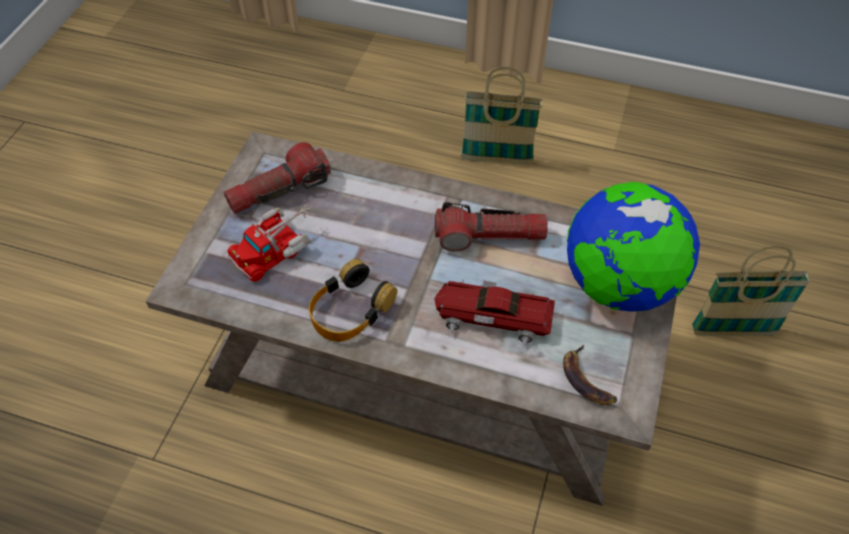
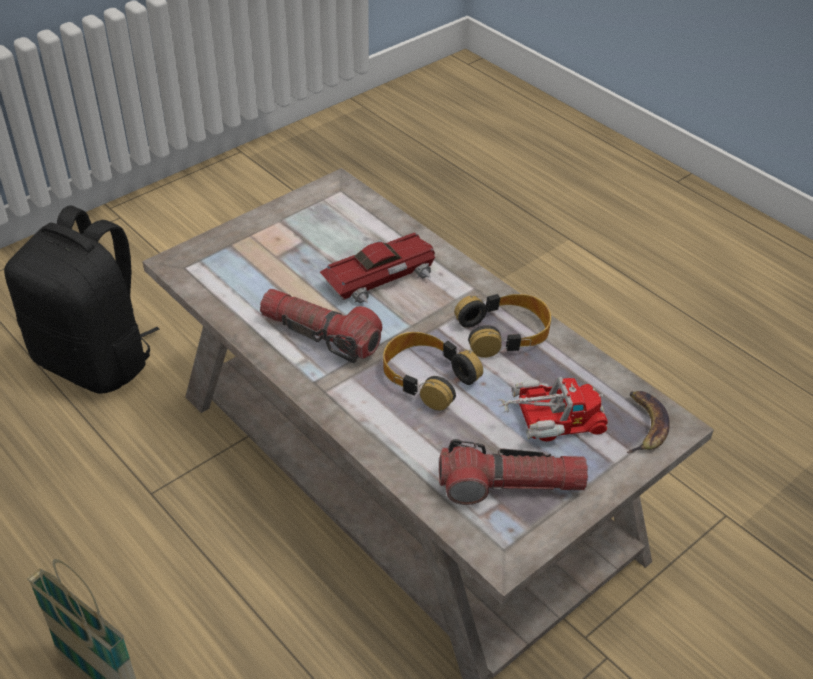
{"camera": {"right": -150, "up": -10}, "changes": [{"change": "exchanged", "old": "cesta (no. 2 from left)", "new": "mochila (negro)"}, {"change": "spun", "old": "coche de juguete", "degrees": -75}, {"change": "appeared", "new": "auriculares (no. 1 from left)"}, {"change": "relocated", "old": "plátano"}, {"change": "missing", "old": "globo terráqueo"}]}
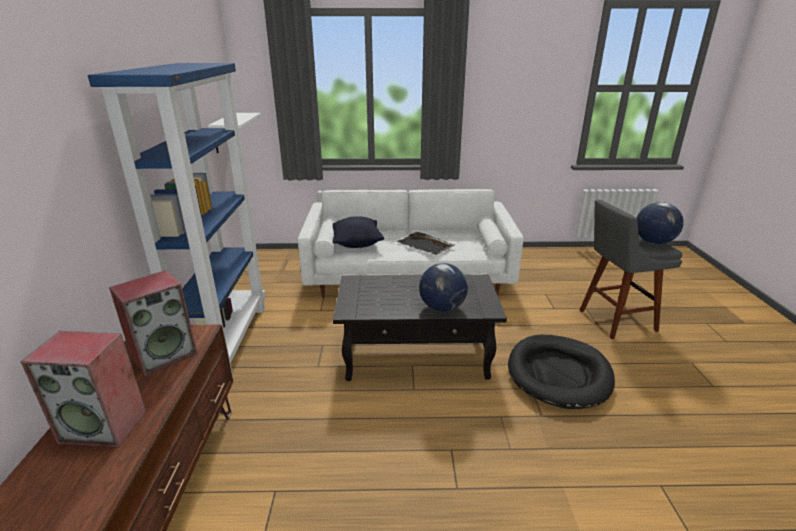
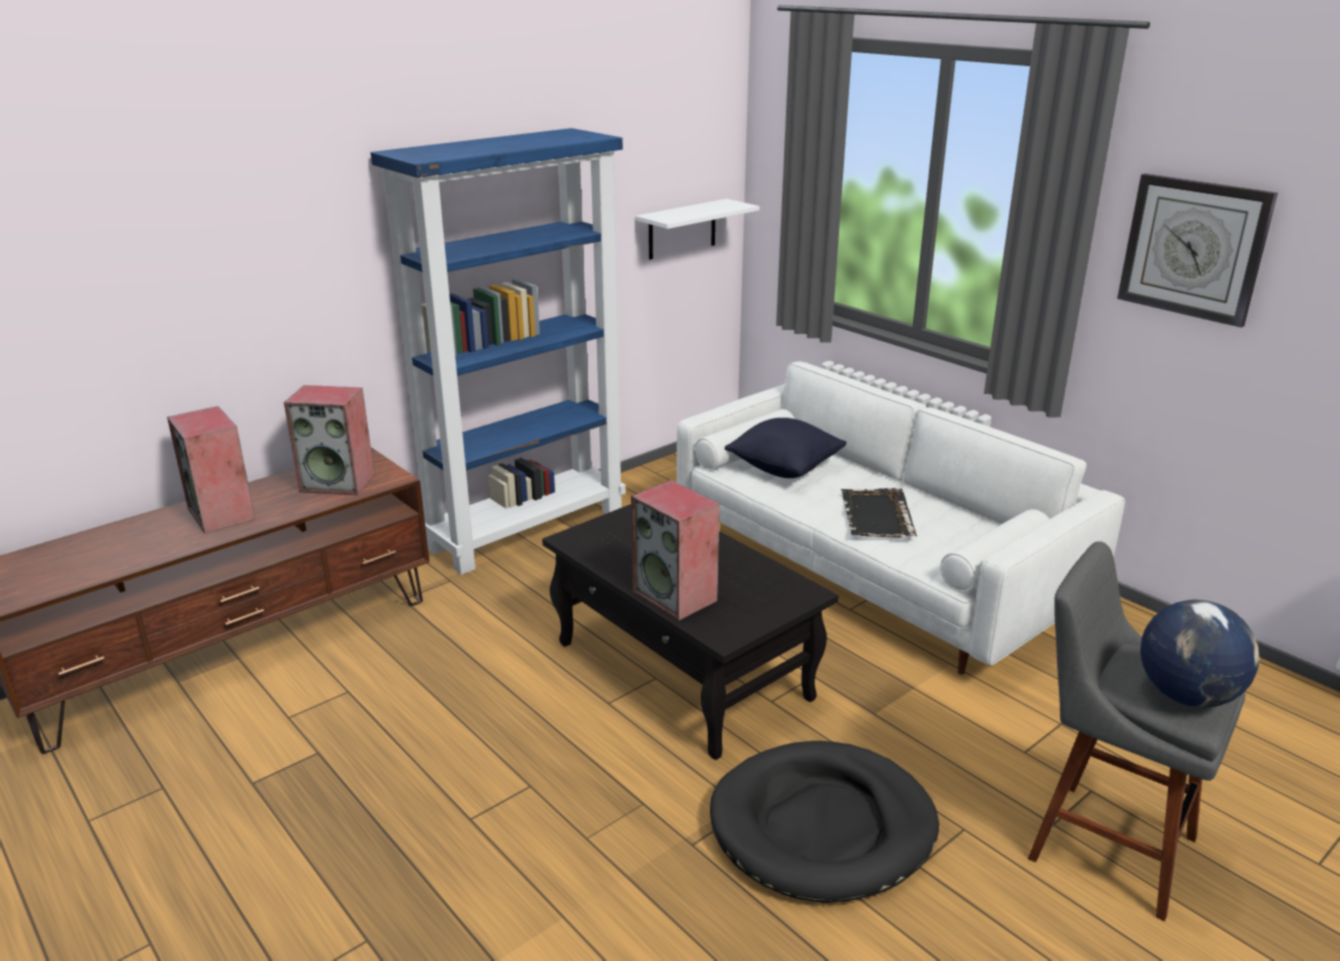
{"camera": {"right": 50, "up": 0}, "changes": [{"change": "exchanged", "old": "globo terráqueo (no. 1 from left)", "new": "altavoz (no. 3 from left)"}, {"change": "appeared", "new": "reloj de pared"}]}
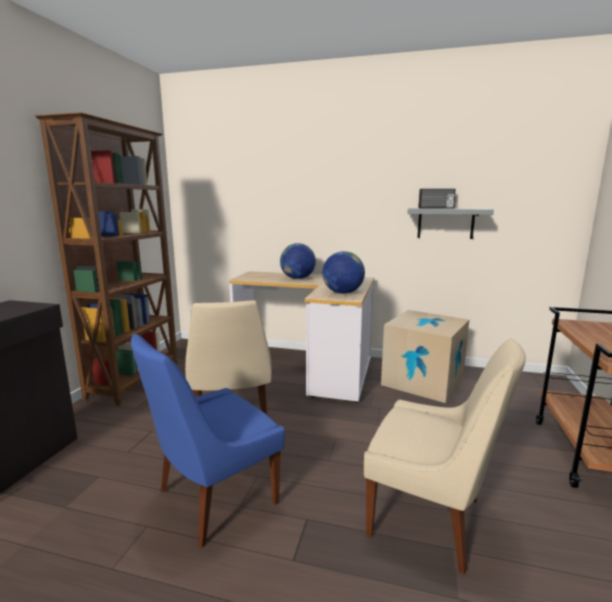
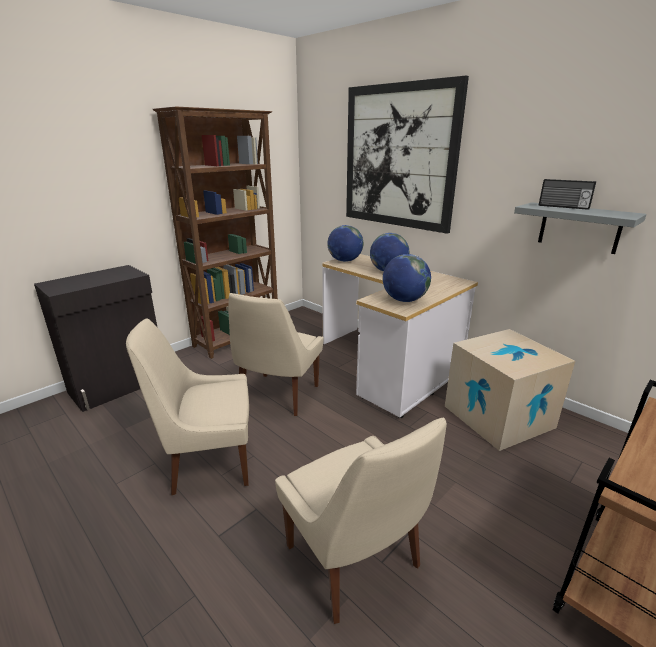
{"camera": {"right": 30, "up": 10}, "changes": [{"change": "colour", "old": "silla (azul)", "new": "silla (beis) (no. 1 from left)"}, {"change": "appeared", "new": "globo terráqueo (no. 1 from left)"}, {"change": "appeared", "new": "cuadro"}]}
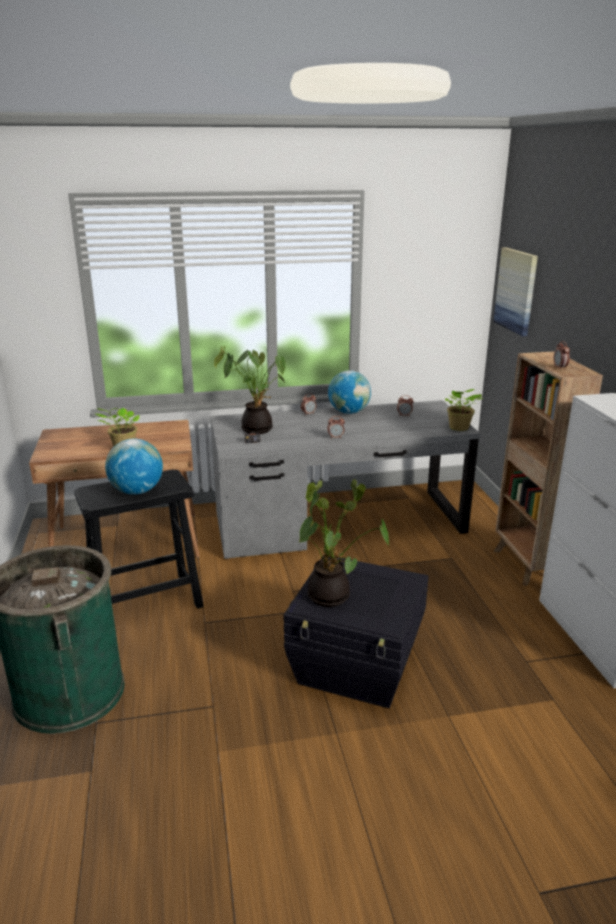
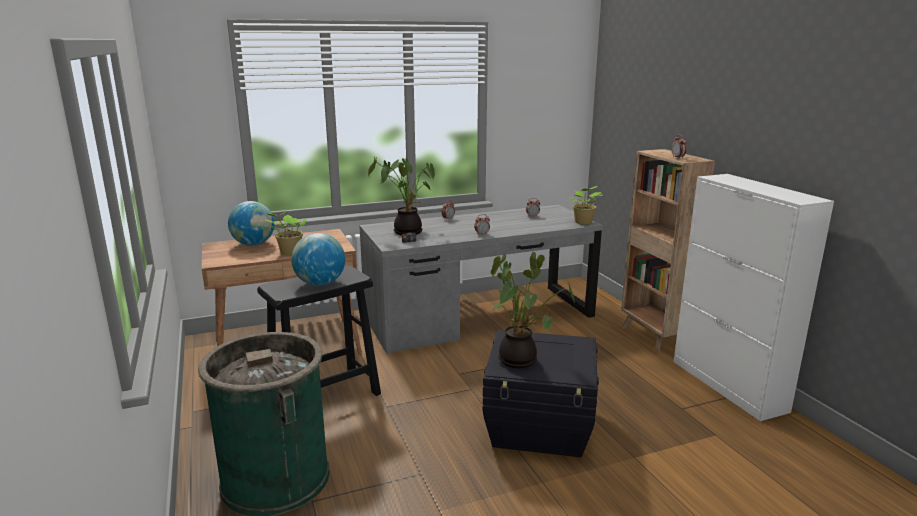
{"camera": {"right": -10, "up": -5}, "changes": [{"change": "relocated", "old": "globo terráqueo (no. 2 from left in the first image)", "new": "globo terráqueo (no. 1 from left)"}, {"change": "missing", "old": "cuadro"}]}
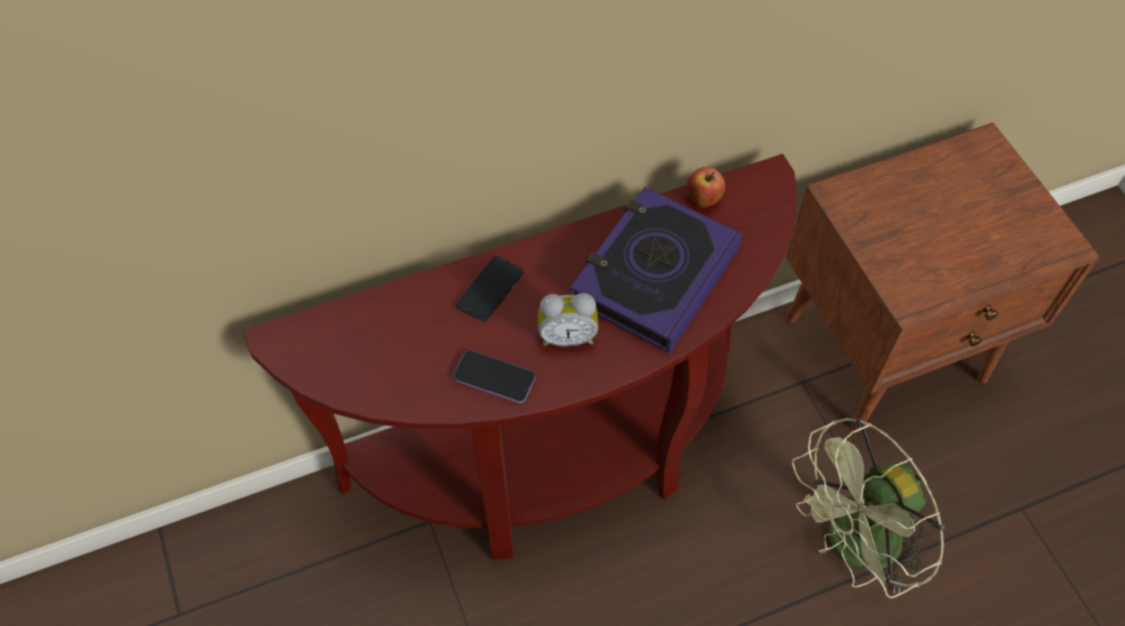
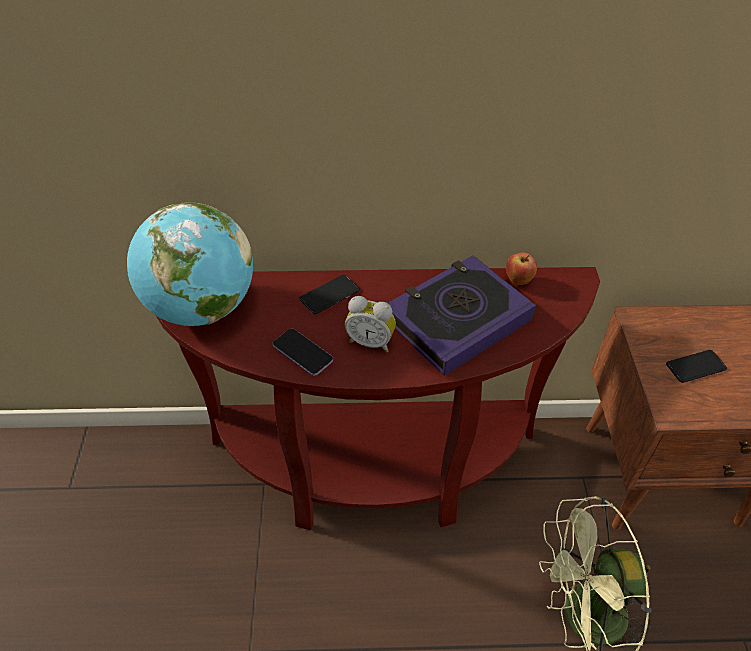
{"camera": {"right": 20, "up": -10}, "changes": [{"change": "appeared", "new": "globo terráqueo"}, {"change": "appeared", "new": "móvil (no. 3 from left)"}]}
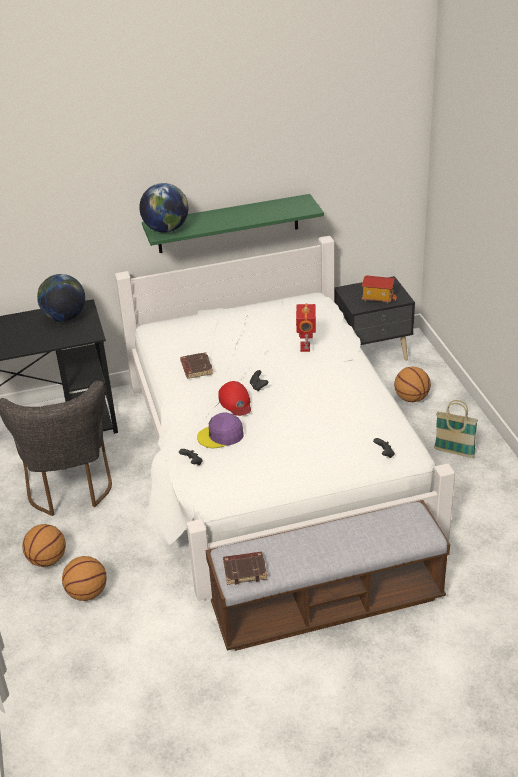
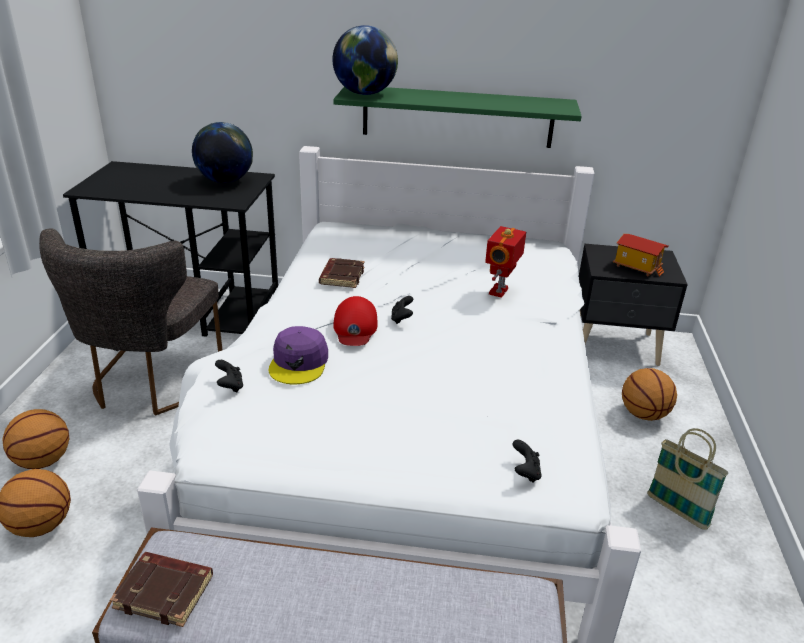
{"camera": {"right": 20, "up": -5}, "changes": [{"change": "spun", "old": "gorra (morado)", "degrees": -90}]}
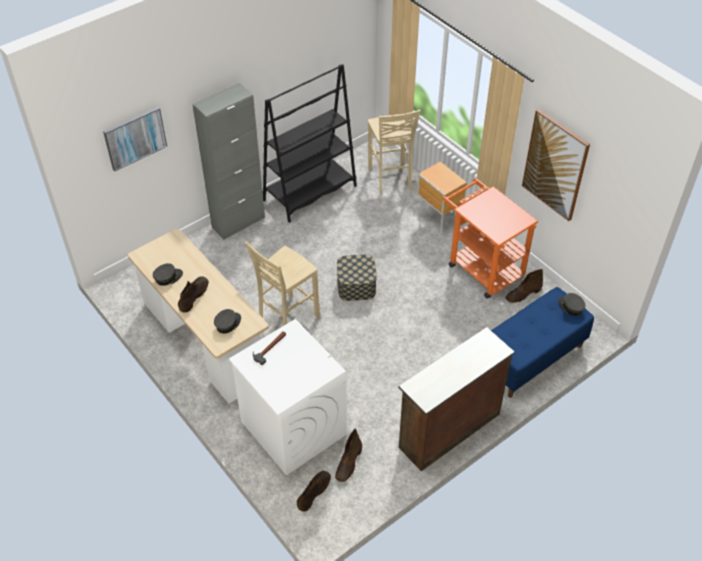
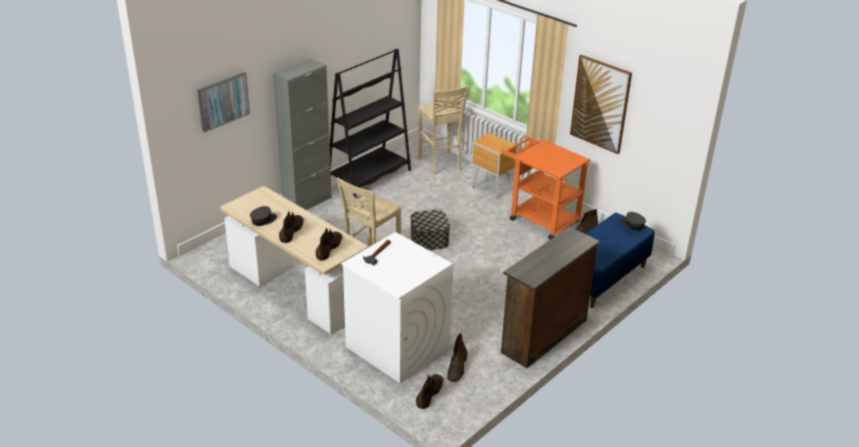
{"camera": {"right": -10, "up": -15}, "changes": [{"change": "exchanged", "old": "gorra (gris) (no. 2 from left)", "new": "bota (marrón) (no. 2 from left)"}]}
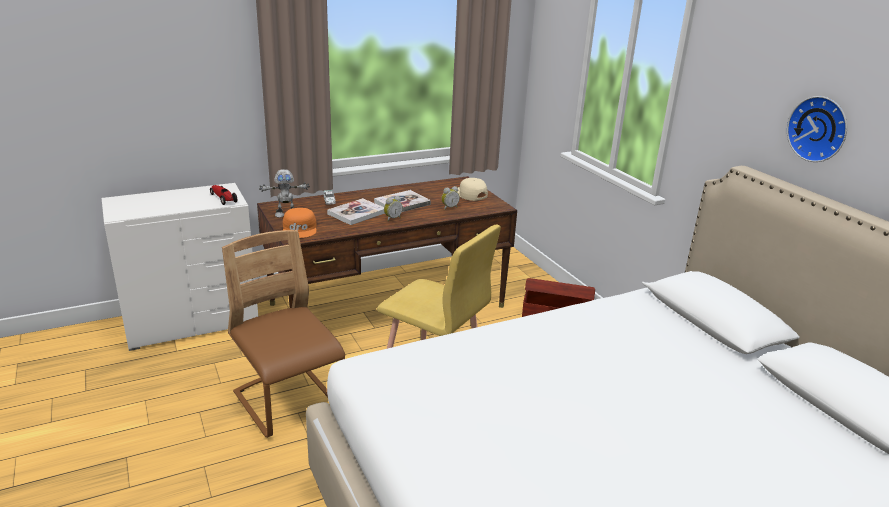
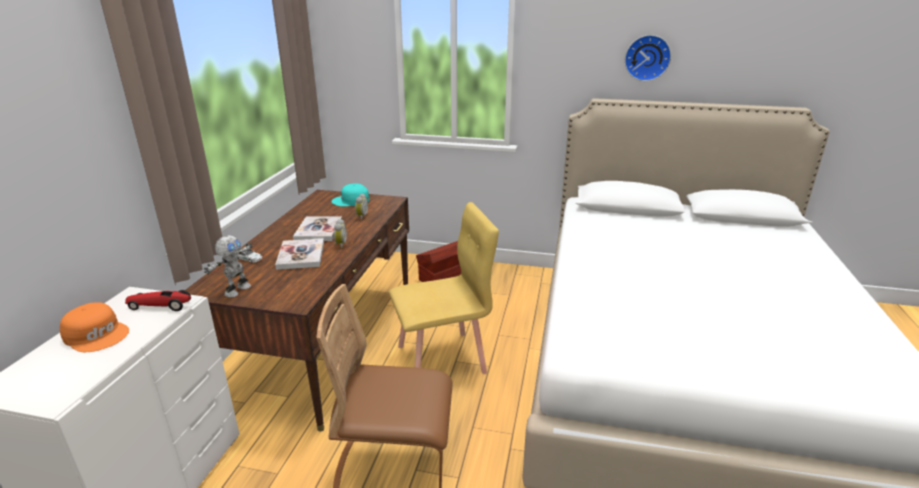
{"camera": {"right": -50, "up": 0}, "changes": [{"change": "relocated", "old": "gorra (naranja)"}, {"change": "colour", "old": "gorra (beis)", "new": "gorra (turquesa)"}]}
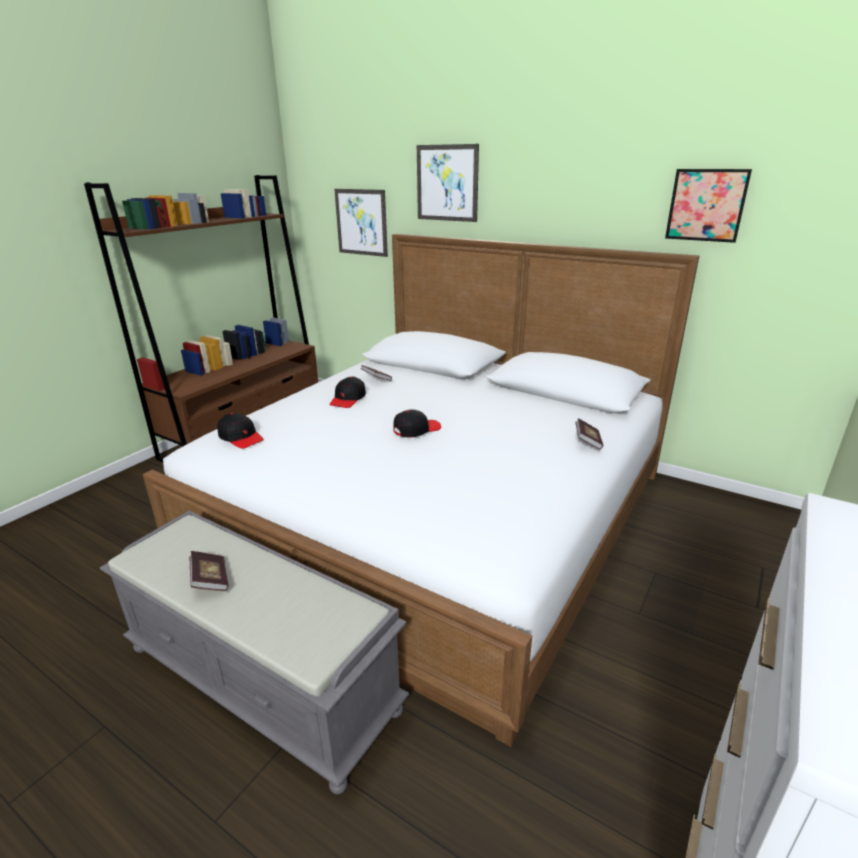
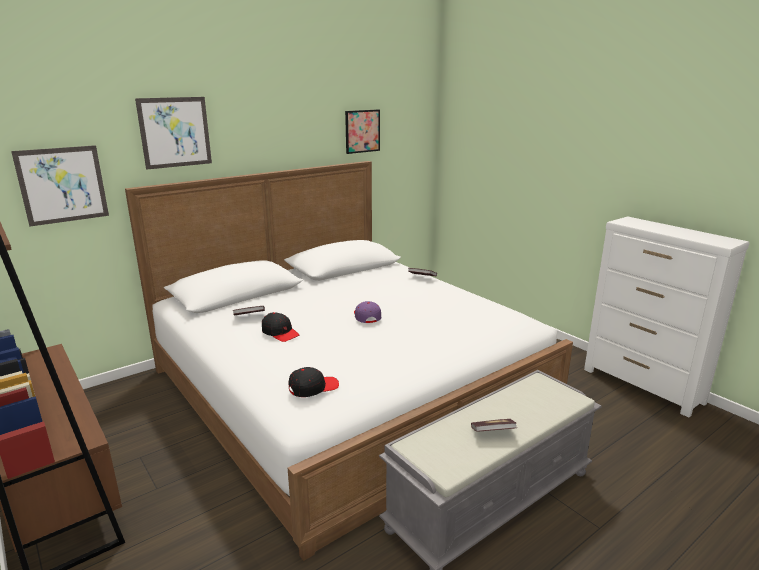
{"camera": {"right": -70, "up": -5}, "changes": [{"change": "colour", "old": "gorra (negro) (no. 3 from left)", "new": "gorra (morado)"}]}
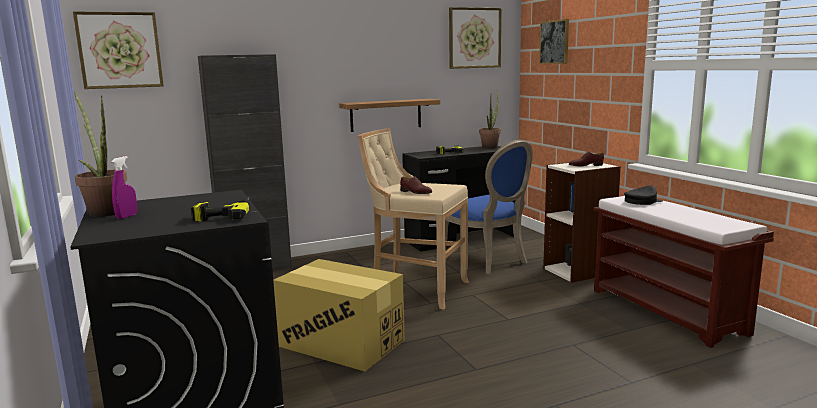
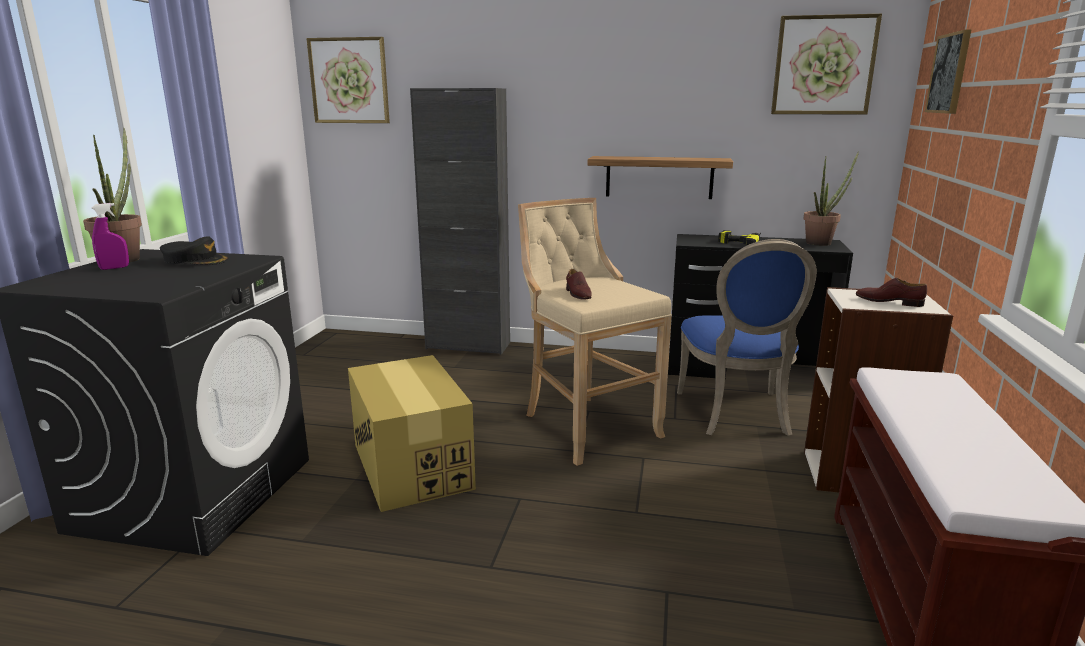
{"camera": {"right": 35, "up": 5}, "changes": [{"change": "relocated", "old": "gorra (negro)"}, {"change": "missing", "old": "taladro (no. 1 from left)"}]}
